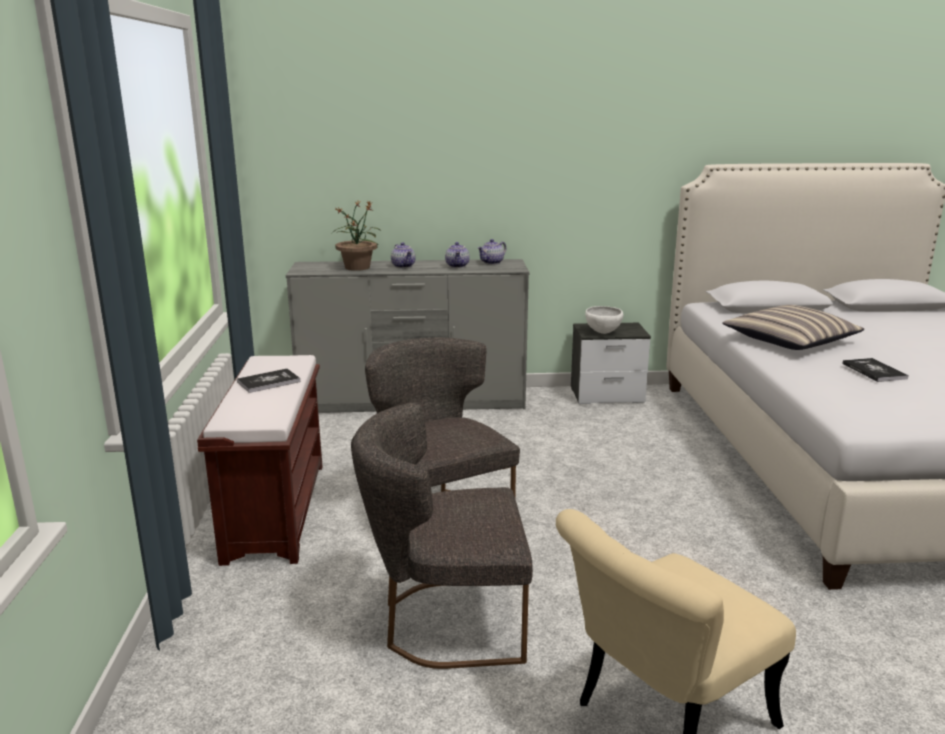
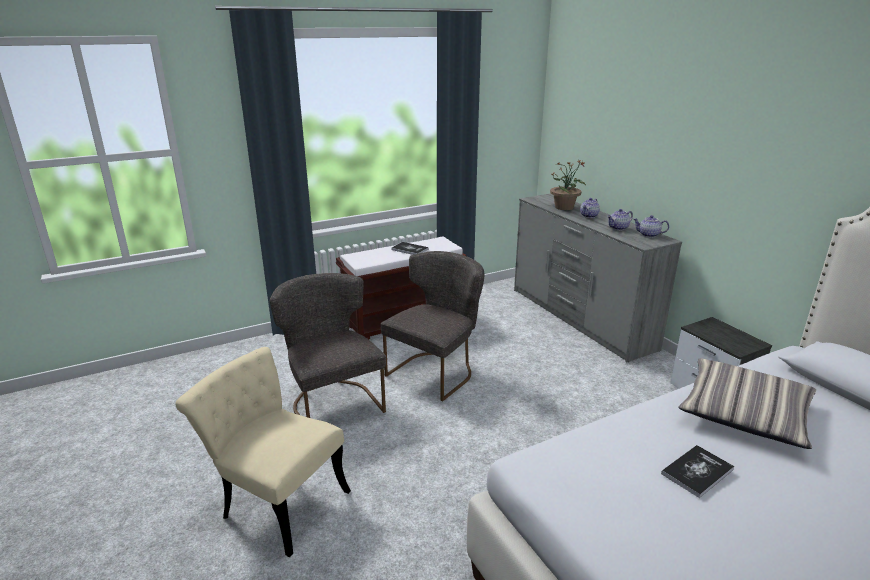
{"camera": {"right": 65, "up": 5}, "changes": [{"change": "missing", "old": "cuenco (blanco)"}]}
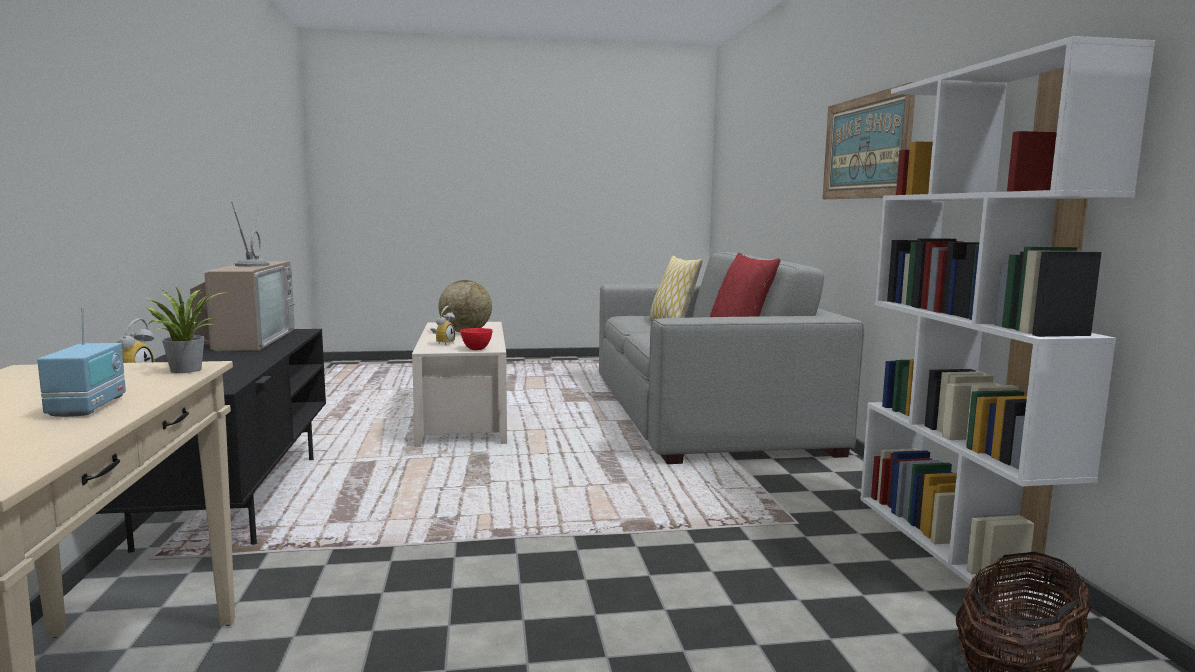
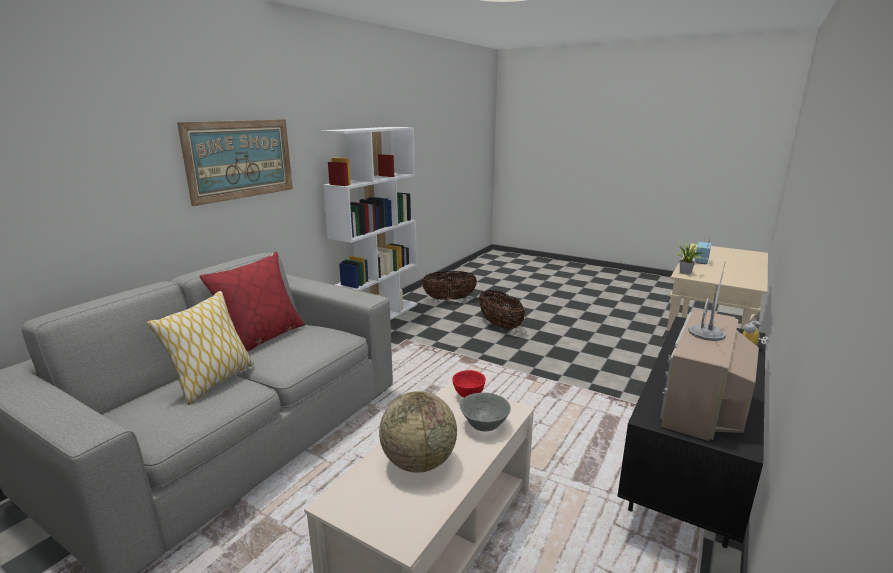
{"camera": {"right": -140, "up": 10}, "changes": [{"change": "exchanged", "old": "despertador (no. 2 from left)", "new": "cuenco (gris)"}, {"change": "appeared", "new": "cesta (no. 2 from left)"}]}
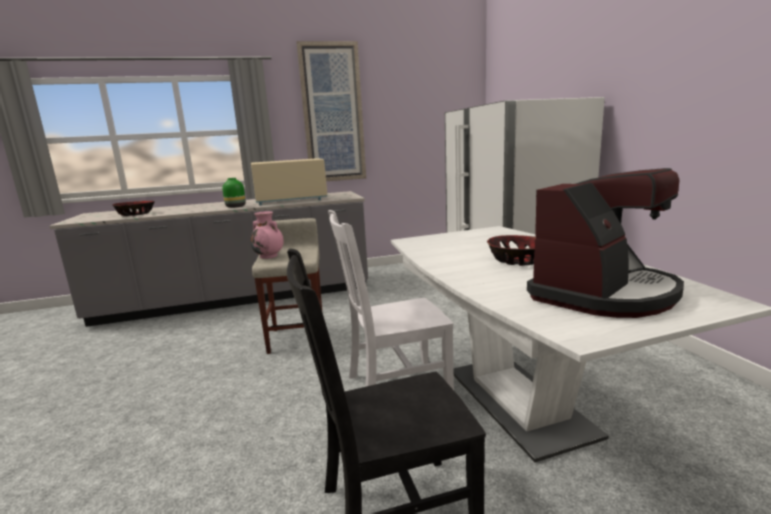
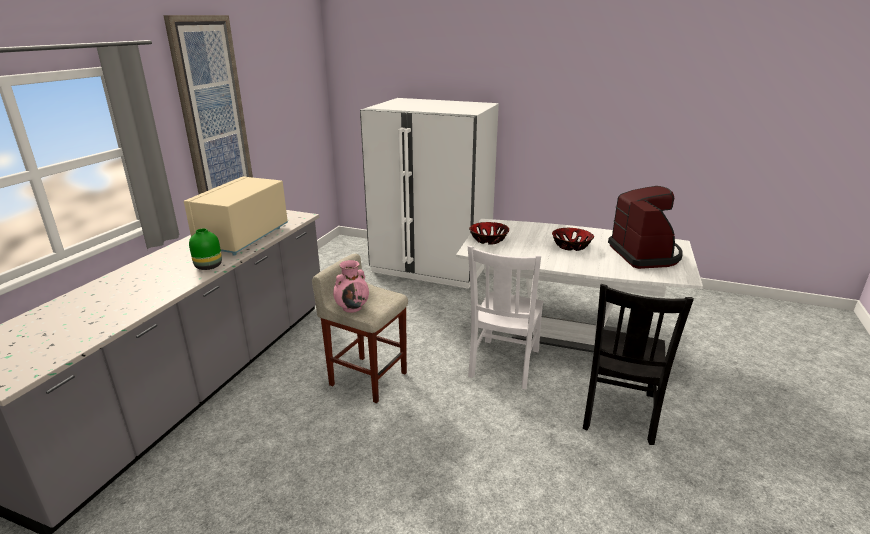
{"camera": {"right": -55, "up": 10}, "changes": [{"change": "relocated", "old": "cuenco (no. 1 from left)"}]}
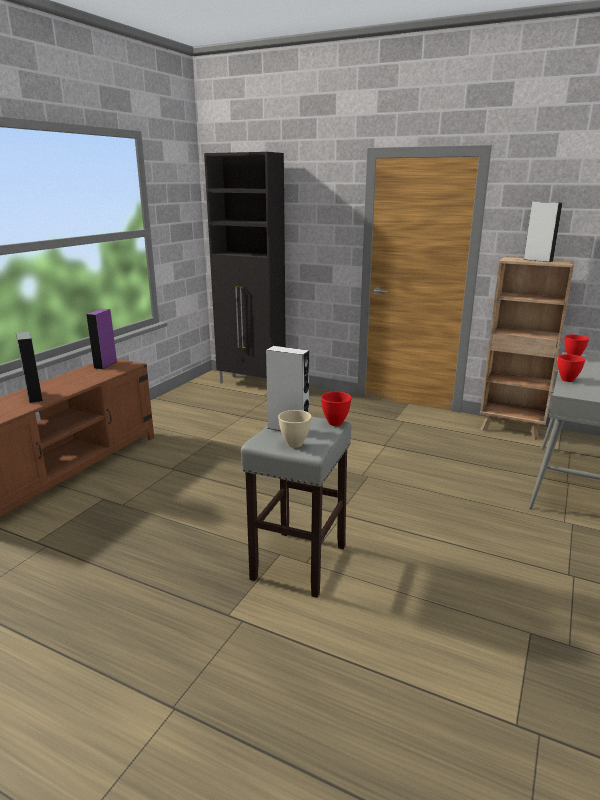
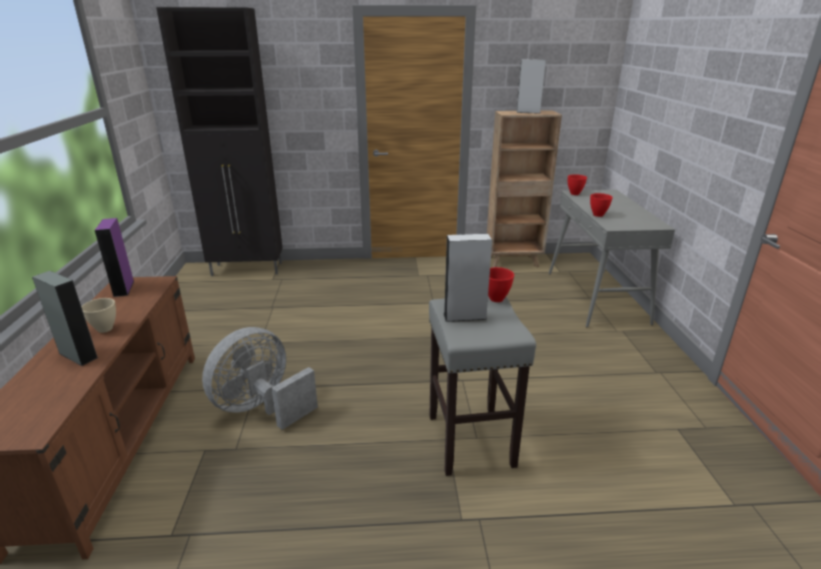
{"camera": {"right": -30, "up": 5}, "changes": [{"change": "relocated", "old": "cuenco (beis)"}, {"change": "appeared", "new": "ventilador (gris)"}]}
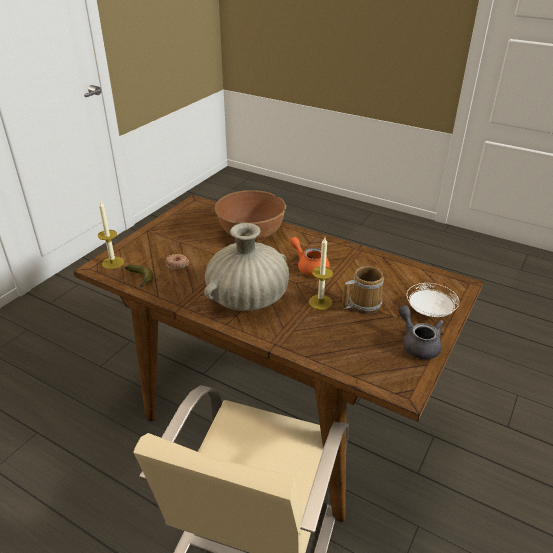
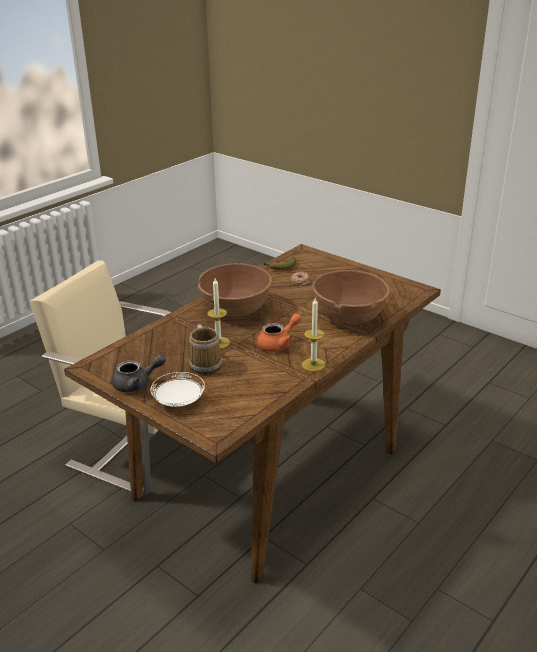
{"camera": {"right": 100, "up": -5}, "changes": [{"change": "exchanged", "old": "florero (beis)", "new": "cuenco (marrón) (no. 1 from left)"}, {"change": "relocated", "old": "vela (no. 1 from left in the first image)", "new": "vela (no. 2 from left)"}]}
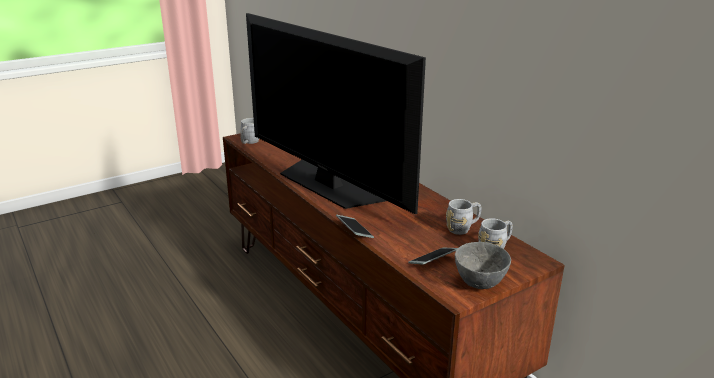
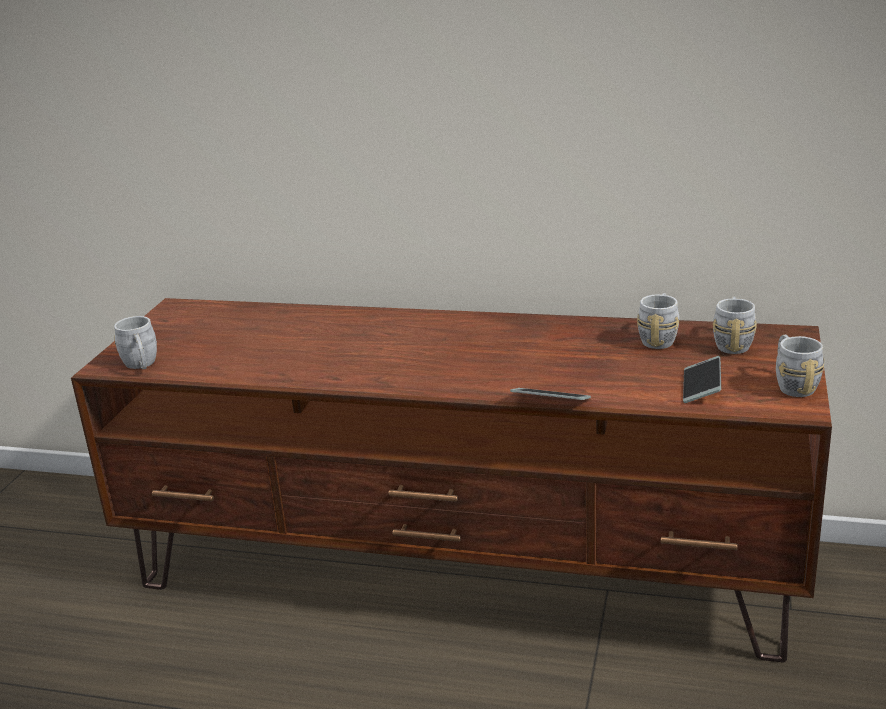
{"camera": {"right": -40, "up": 0}, "changes": [{"change": "exchanged", "old": "cuenco (gris)", "new": "taza grande (gris) (no. 4 from left)"}, {"change": "missing", "old": "televisor"}]}
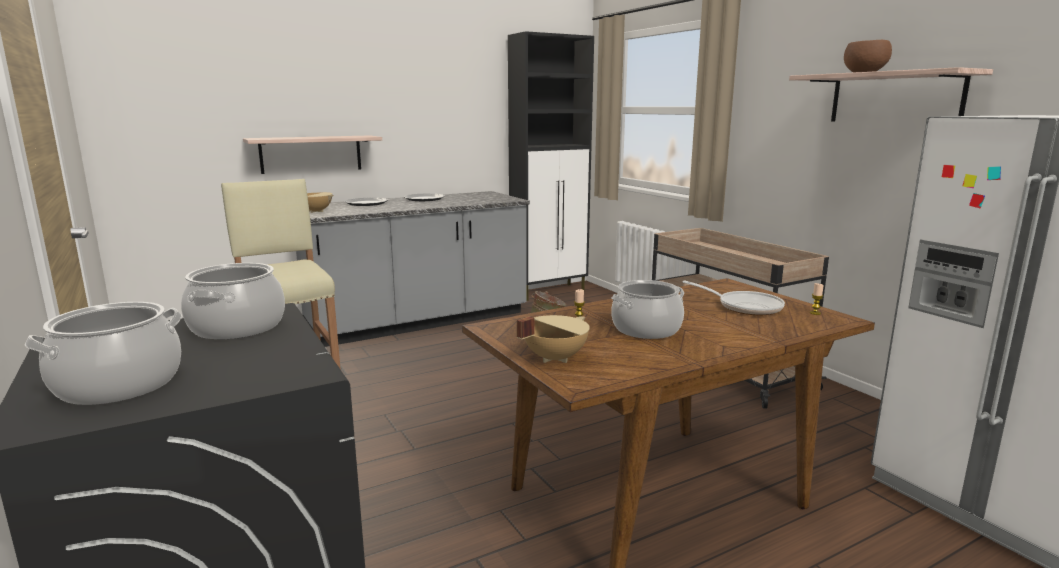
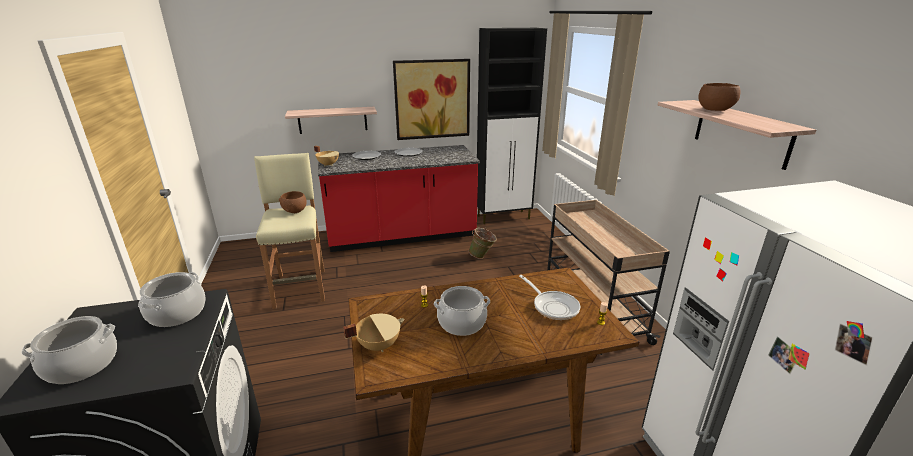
{"camera": {"right": 15, "up": 10}, "changes": [{"change": "appeared", "new": "cuenco (marrón) (no. 1 from left)"}, {"change": "colour", "old": "mueble bajo de cocina (gris)", "new": "mueble bajo de cocina (rojo)"}, {"change": "appeared", "new": "cuadro"}]}
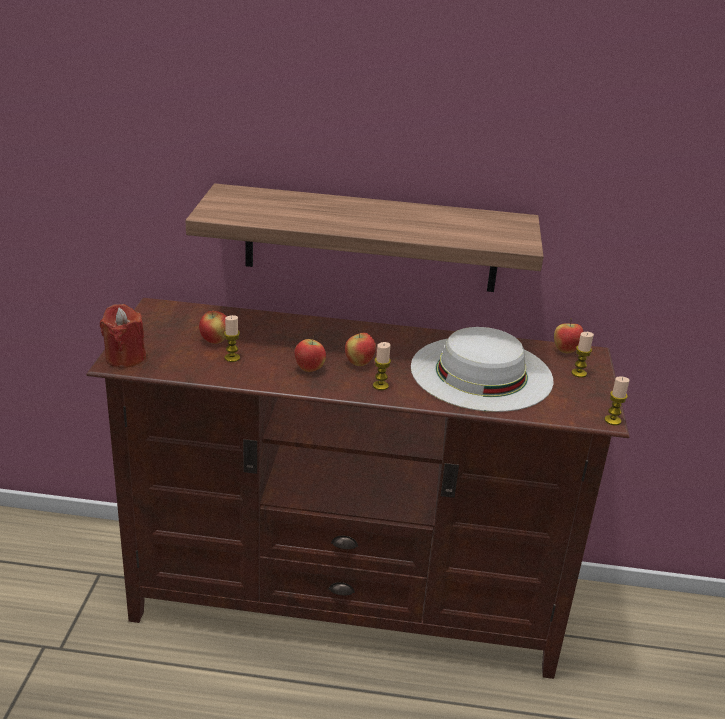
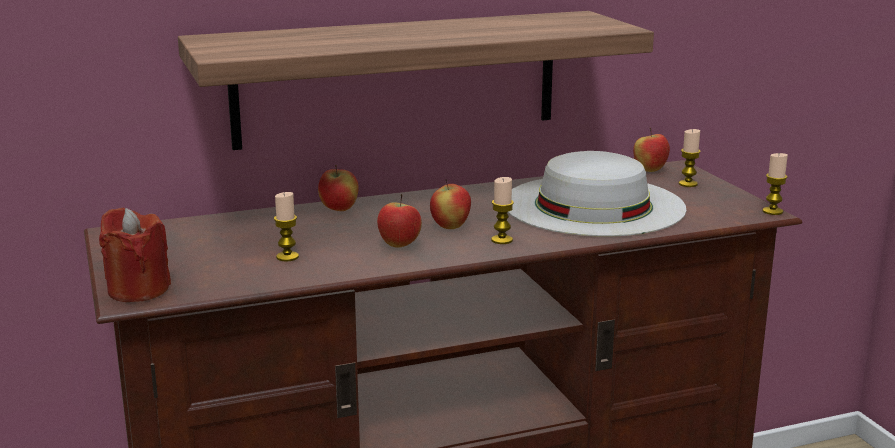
{"camera": {"right": -25, "up": -10}, "changes": [{"change": "relocated", "old": "manzana (no. 1 from left)"}]}
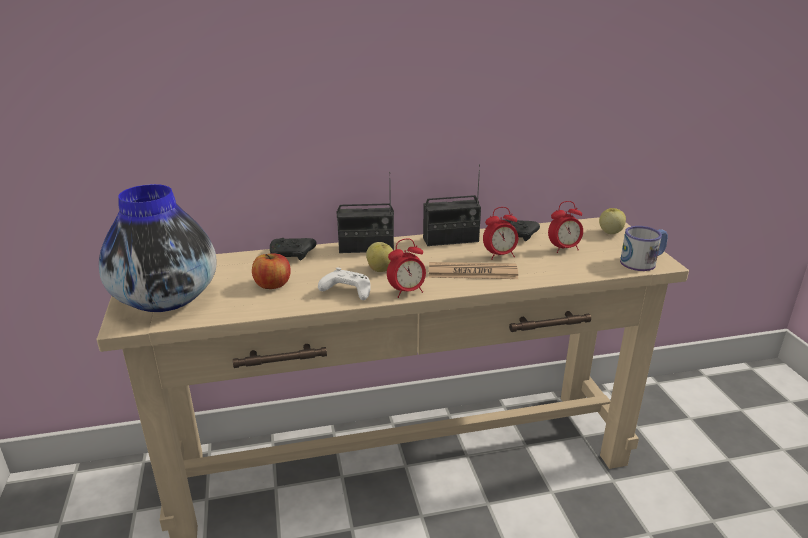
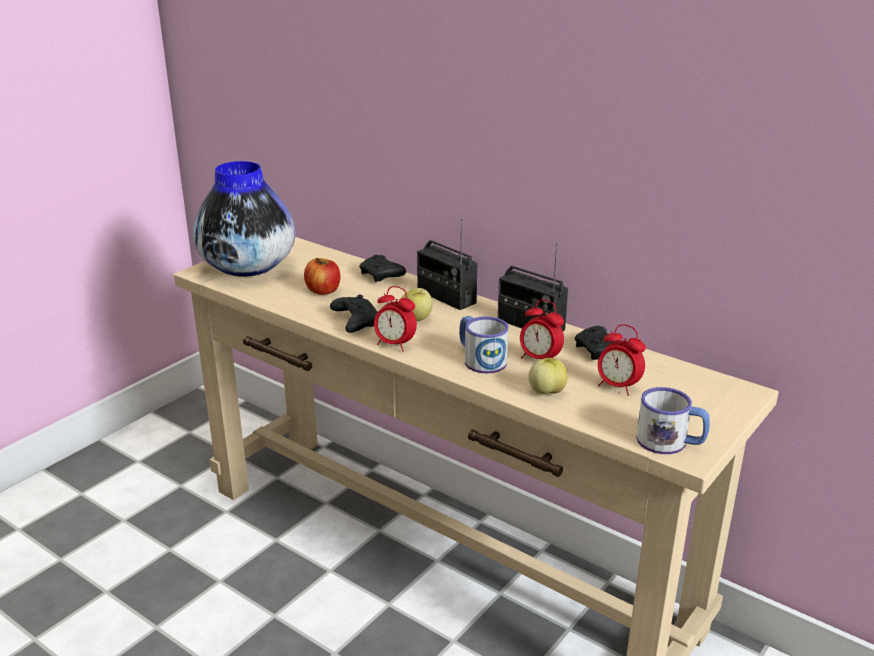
{"camera": {"right": 50, "up": 0}, "changes": [{"change": "colour", "old": "mando de consola (blanco)", "new": "mando de consola (negro) (no. 1 from left)"}, {"change": "exchanged", "old": "periódico", "new": "taza grande (no. 1 from left)"}, {"change": "relocated", "old": "manzana (no. 3 from left)"}]}
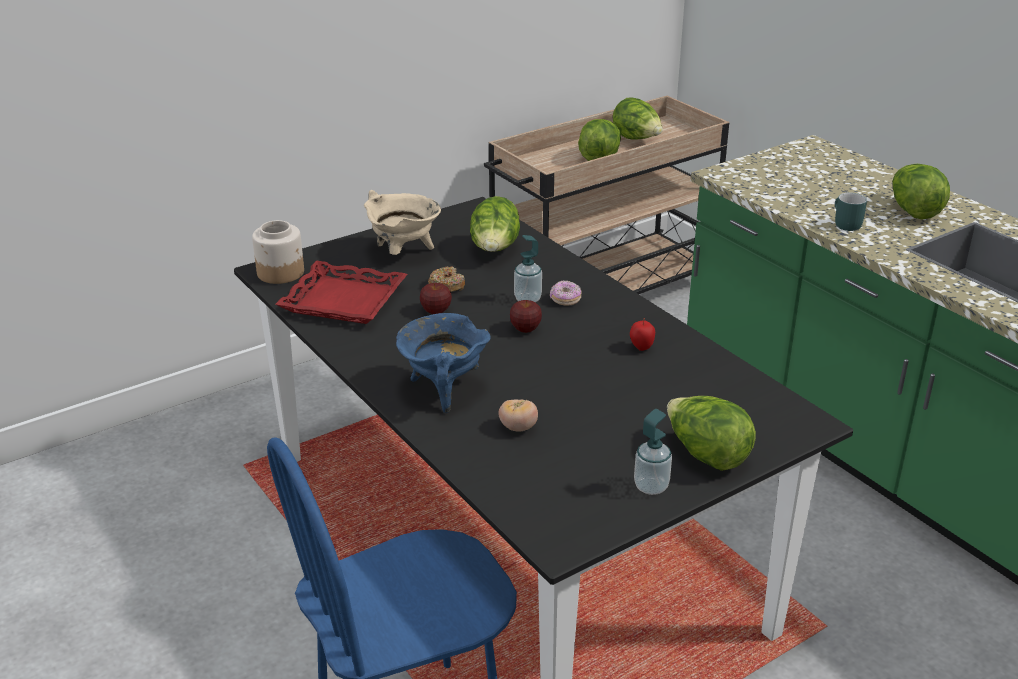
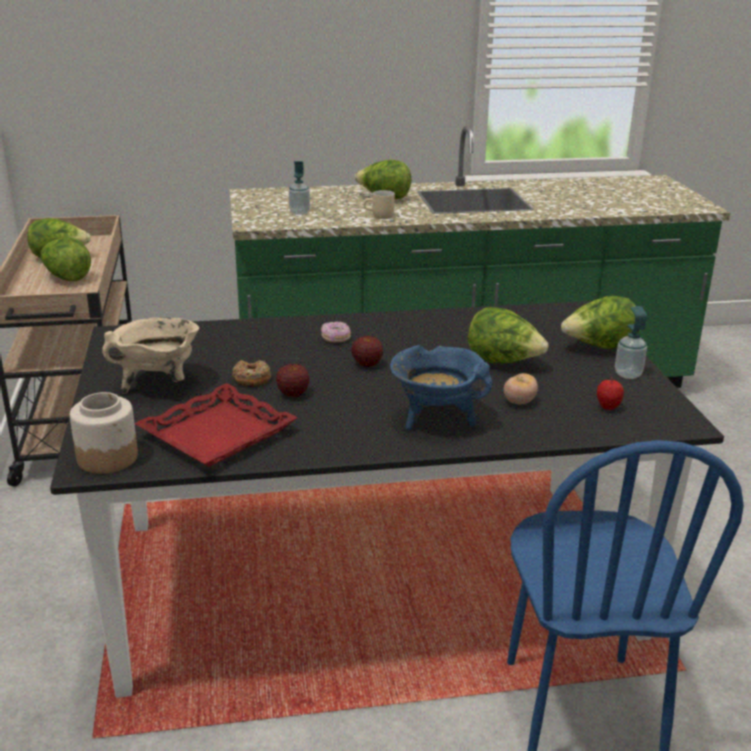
{"camera": {"right": -65, "up": -5}, "changes": [{"change": "relocated", "old": "dispensador de jabón (no. 1 from left)"}, {"change": "colour", "old": "taza grande (turquesa)", "new": "taza grande (beis)"}, {"change": "relocated", "old": "lechuga (no. 1 from left in the first image)", "new": "lechuga (no. 4 from left)"}, {"change": "relocated", "old": "manzana (no. 3 from left)"}]}
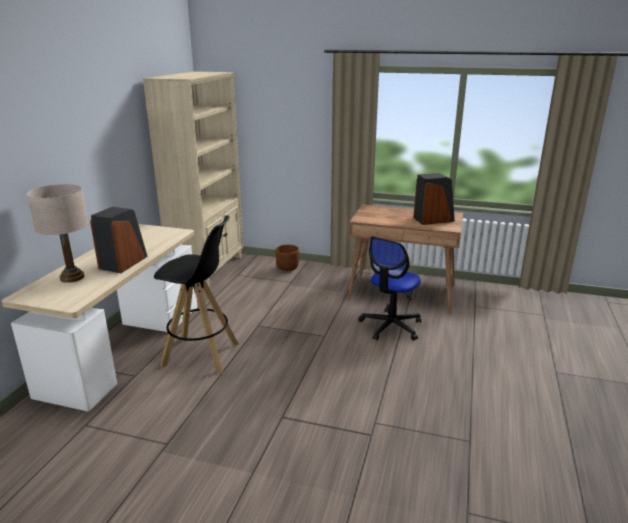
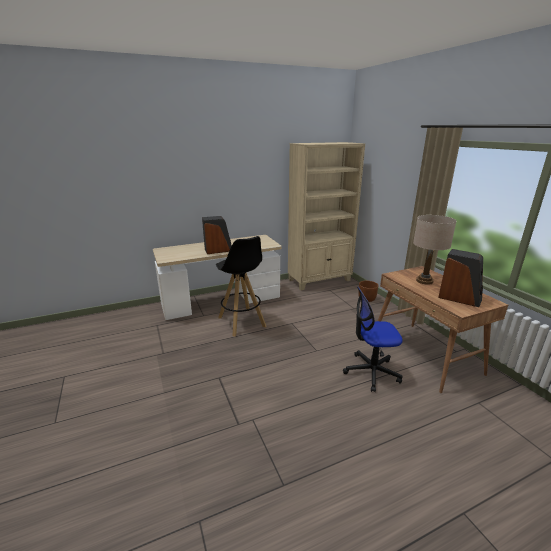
{"camera": {"right": 50, "up": 0}, "changes": [{"change": "relocated", "old": "lámpara de mesa (beis)"}]}
